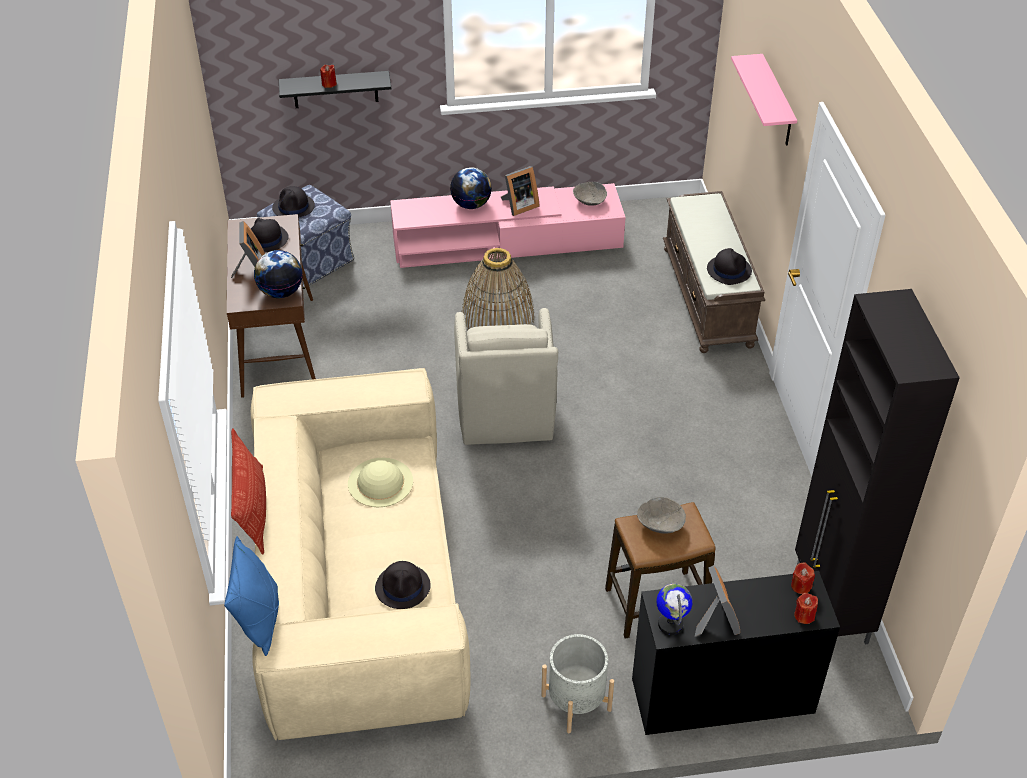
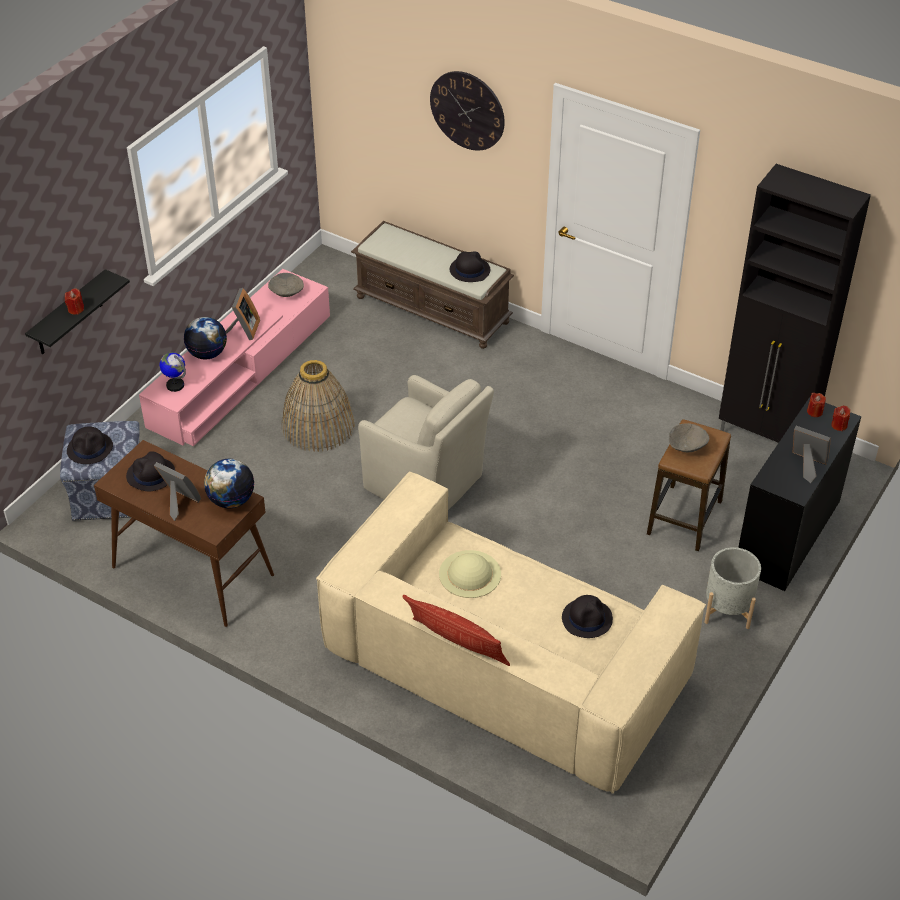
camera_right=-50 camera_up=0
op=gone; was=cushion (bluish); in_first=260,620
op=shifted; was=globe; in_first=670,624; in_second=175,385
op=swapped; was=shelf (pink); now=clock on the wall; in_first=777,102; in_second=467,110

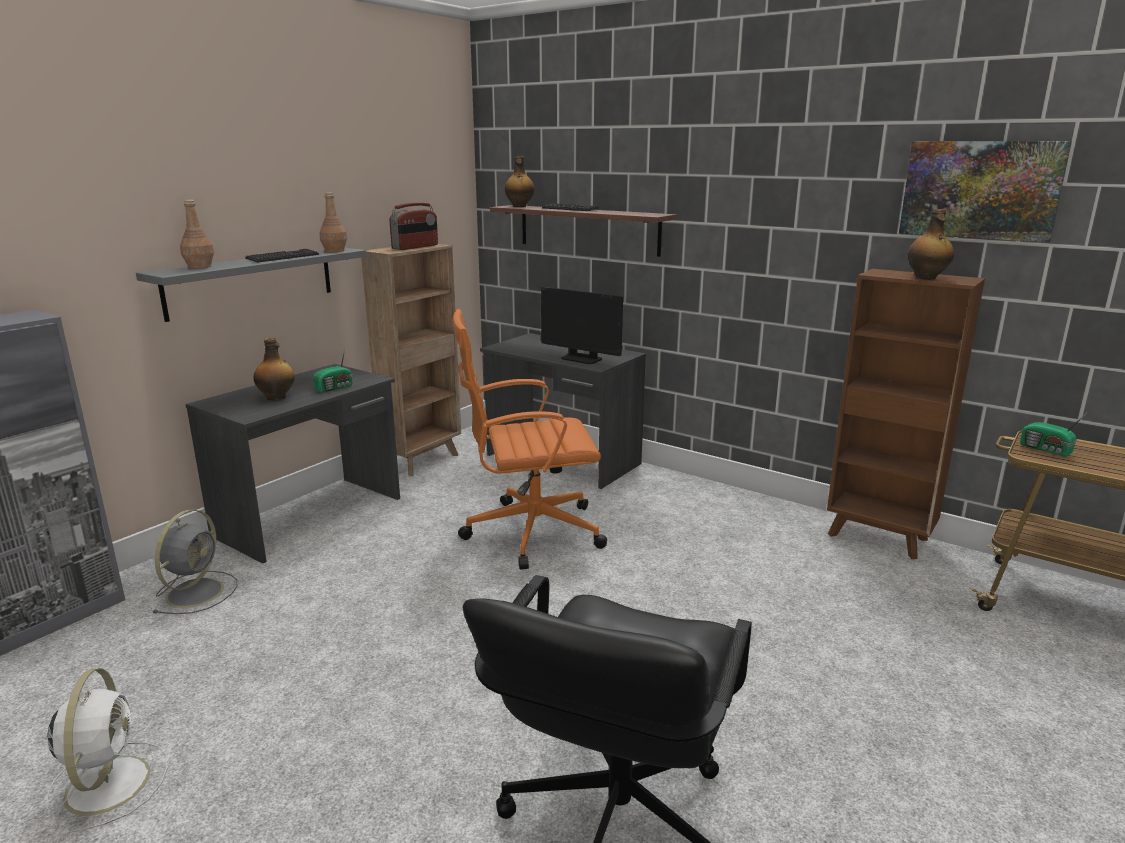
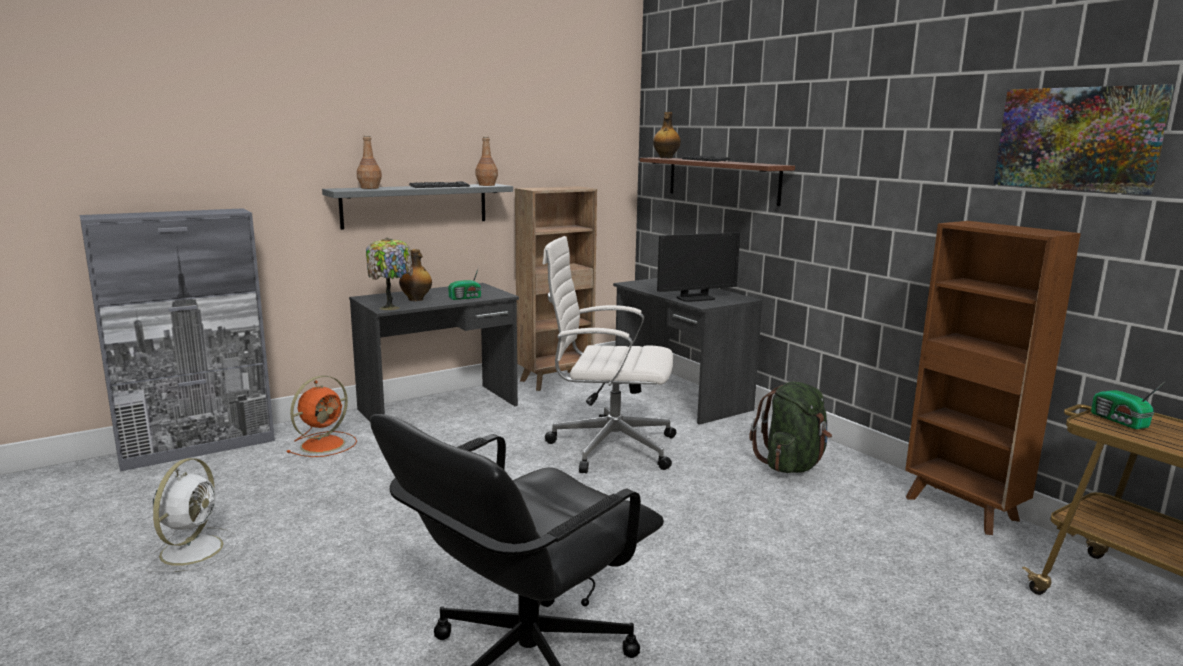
camera_right=20 camera_up=-5
op=repainted; was=cooling fan (grey); now=cooling fan (orange-coloured); in_first=197,591; in_second=324,444
op=gone; was=radio; in_first=415,247
op=repainted; was=office chair (orange-coloured); now=office chair (whitish); in_first=529,532; in_second=608,447
op=rotated; was=computer screen; in_first=581,359; in_second=695,298; clockwise=-75
op=gone; was=bottle; in_first=926,278
op=new; now=lamp for a table; in_second=391,307
op=new; now=backpack (green-coloured); in_second=792,465

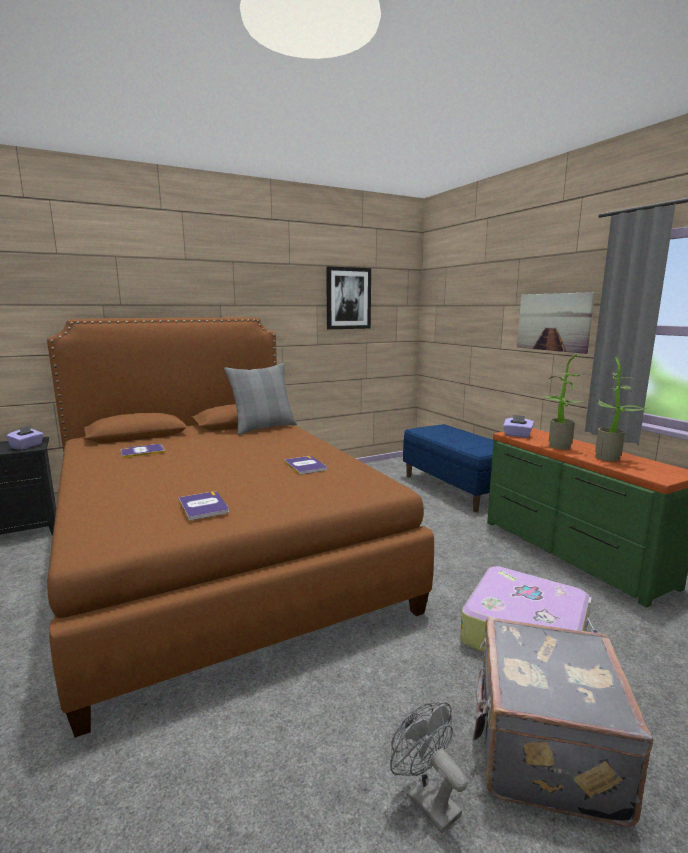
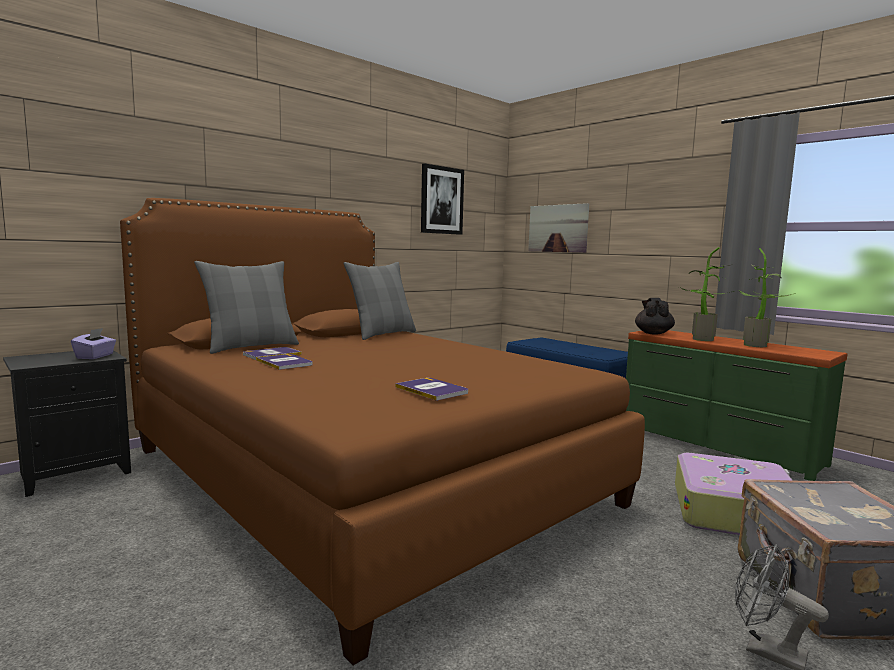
camera_right=-15 camera_up=-5
op=shifted; was=book; in_first=305,466; in_second=285,363
op=swapped; was=tissue holder (purple-coloured); now=tea pot (black-coloured); in_first=517,435; in_second=653,333
op=shifted; was=picture; in_first=553,322; in_second=558,228
op=new; now=cushion (grey); in_second=251,347

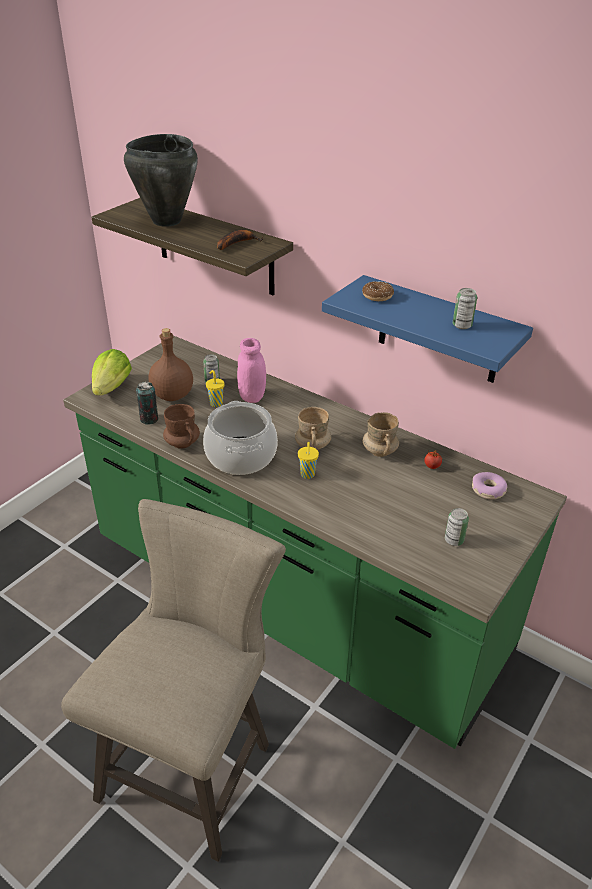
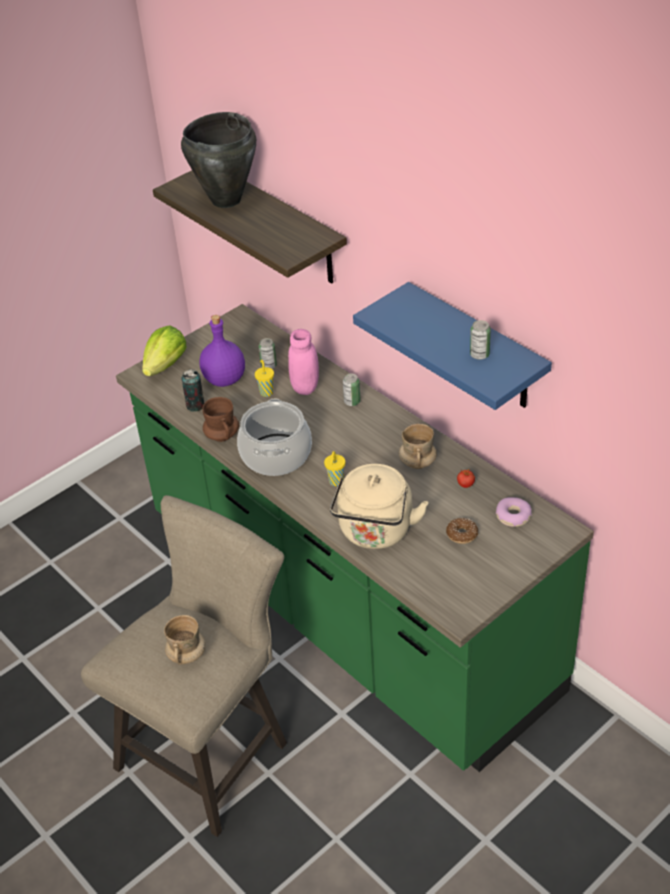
camera_right=15 camera_up=5
op=repainted; was=bottle (brown-coloured); now=bottle (purple-coloured); in_first=172,396; in_second=224,380
op=gone; was=banana fruit; in_first=237,243
op=shifted; was=tea mug (sand-coloured); in_first=312,446; in_second=187,655
op=shifted; was=ring doughnut; in_first=377,296; in_second=462,534
op=shifted; was=can; in_first=454,540; in_second=352,402
op=new; now=kettle (sand-coloured); in_second=375,533

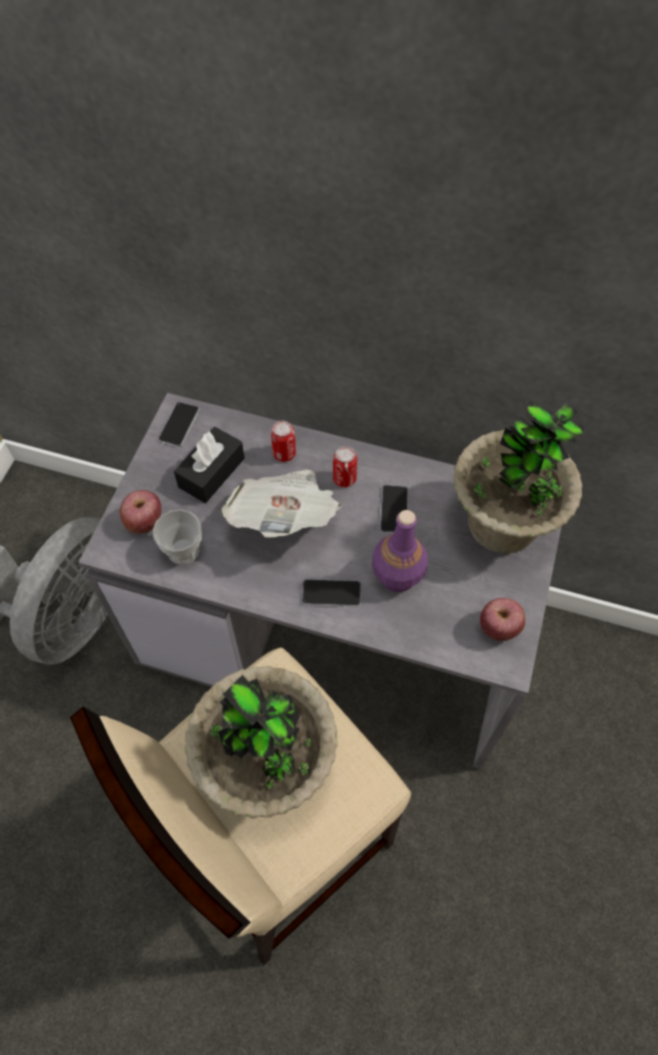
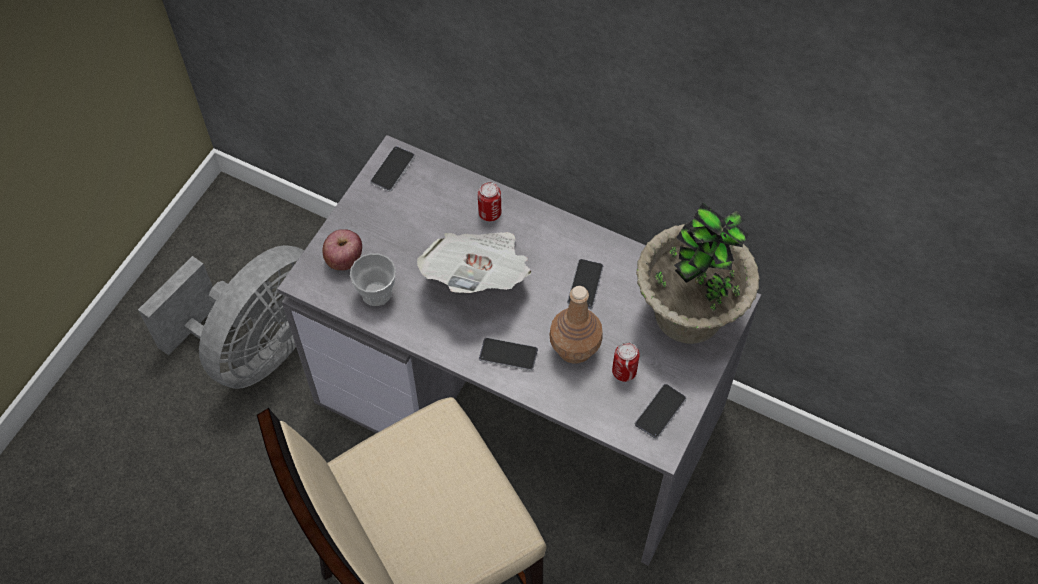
camera_right=10 camera_up=0
op=gone; was=tissue holder (black-coloured); in_first=211,472
op=gone; was=potted plant; in_first=267,764
op=shifted; was=can; in_first=344,479; in_second=624,371
op=repainted; was=bottle (purple-coloured); now=bottle (brown-coloured); in_first=397,575; in_second=574,348
op=swapped; was=apple; now=telephone; in_first=498,628; in_second=660,411

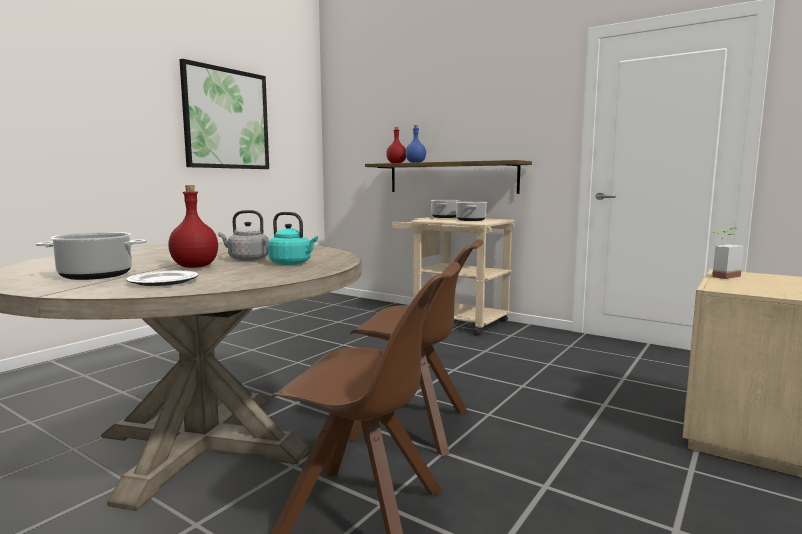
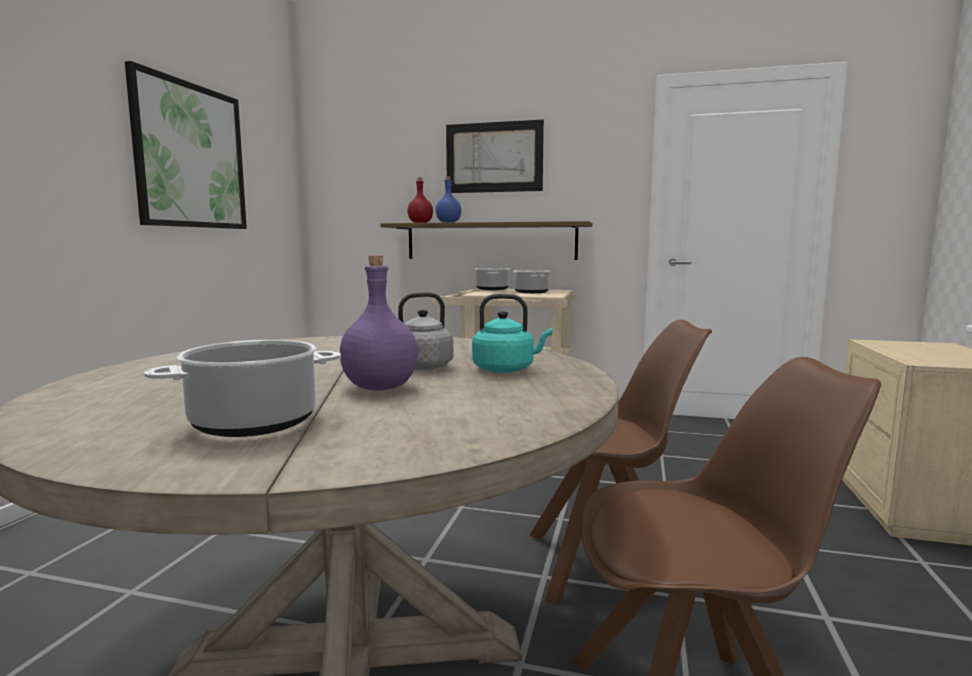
camera_right=-20 camera_up=0
op=gone; was=flat dish; in_first=163,281
op=repainted; was=bottle (red-coloured); now=bottle (purple-coloured); in_first=195,266; in_second=379,387
op=gone; was=potted plant; in_first=720,276
op=new; now=picture; in_second=494,157

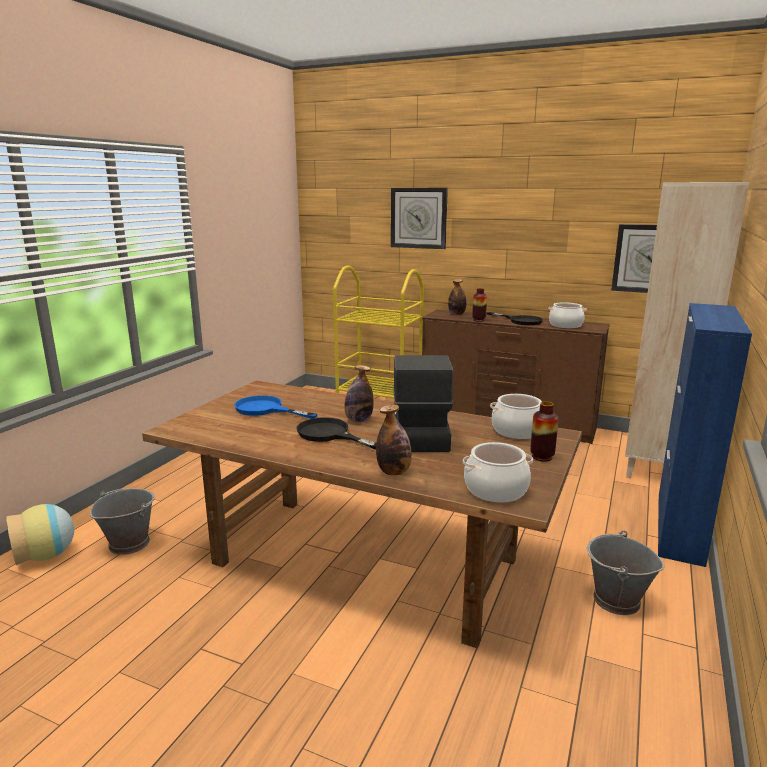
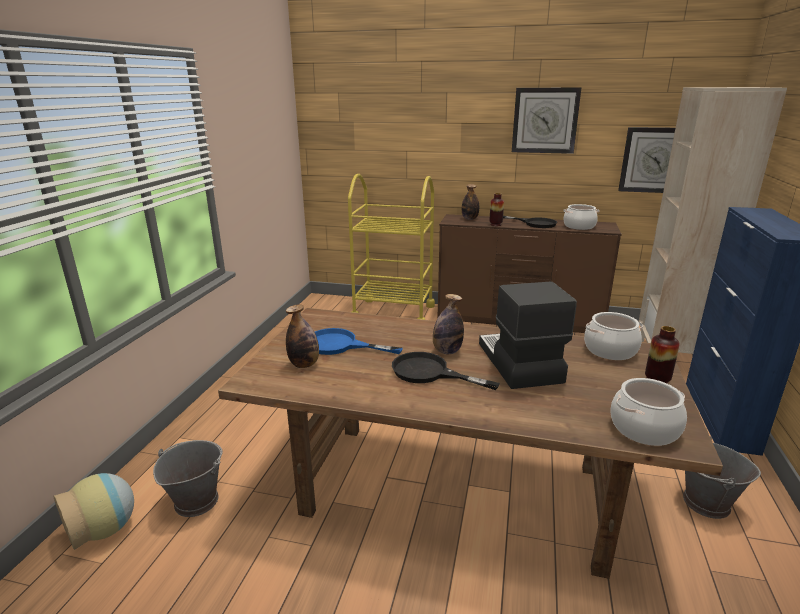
camera_right=-10 camera_up=5
op=shifted; was=bottle; in_first=394,472; in_second=304,364
op=shifted; was=clock on the wall; in_first=418,218; in_second=545,120

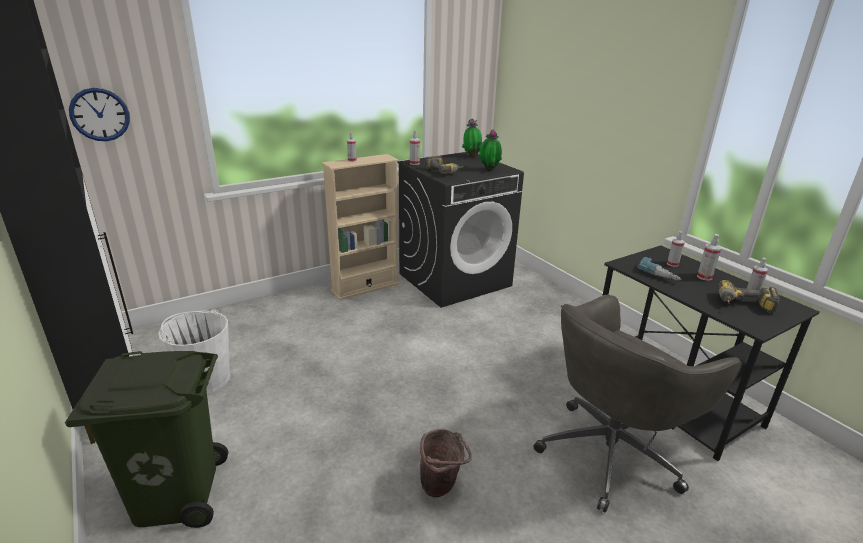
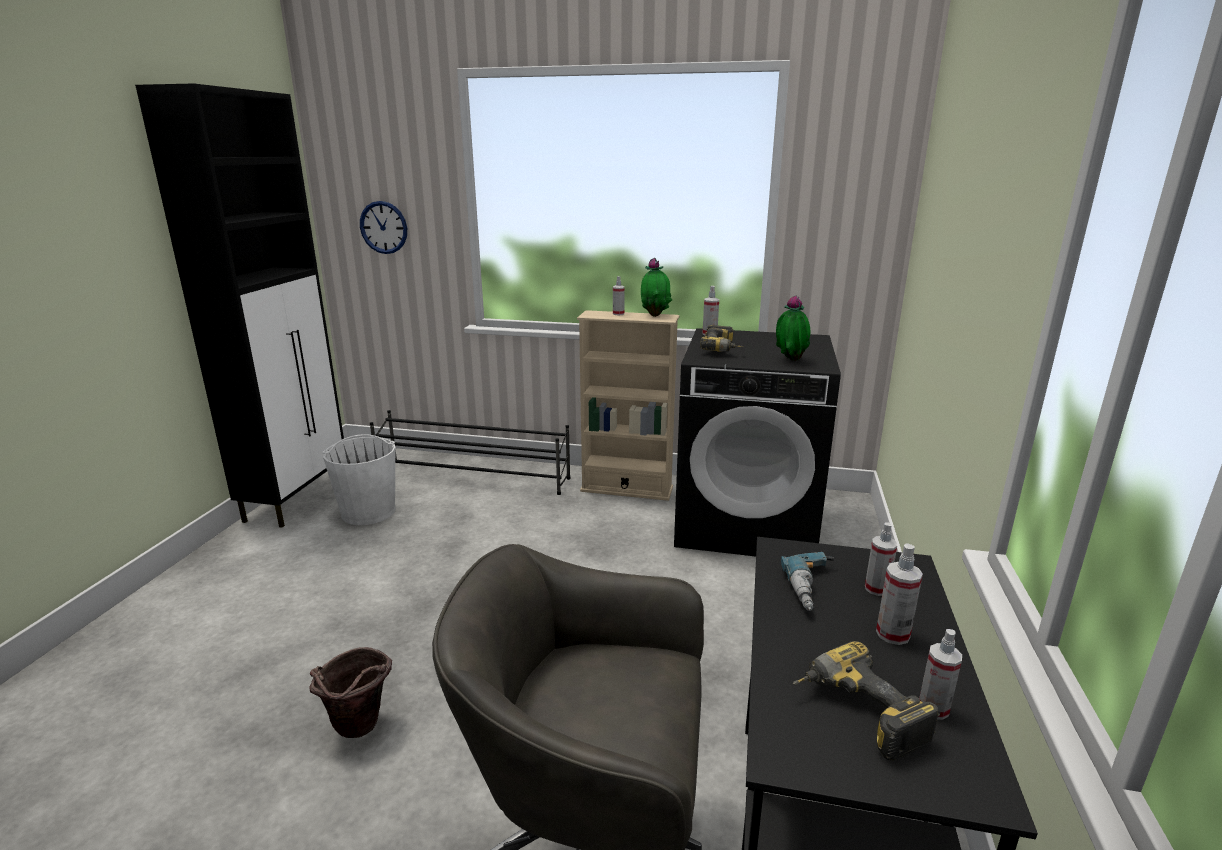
camera_right=45 camera_up=-5
op=gone; was=waste bin (green-coloured); in_first=177,494
op=shifted; was=potted plant; in_first=472,156; in_second=655,315
op=new; now=shoe rack (black-coloured); in_second=473,477

